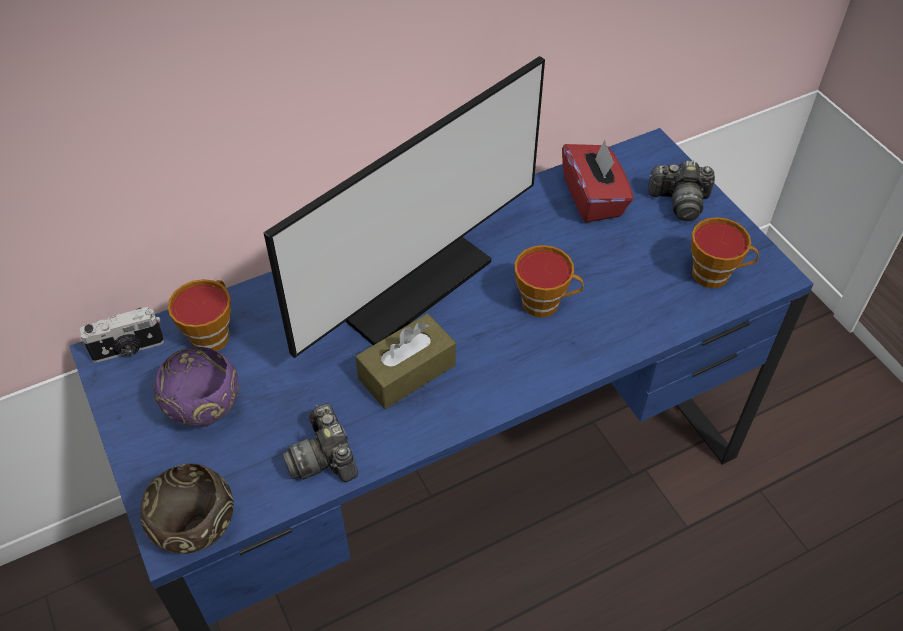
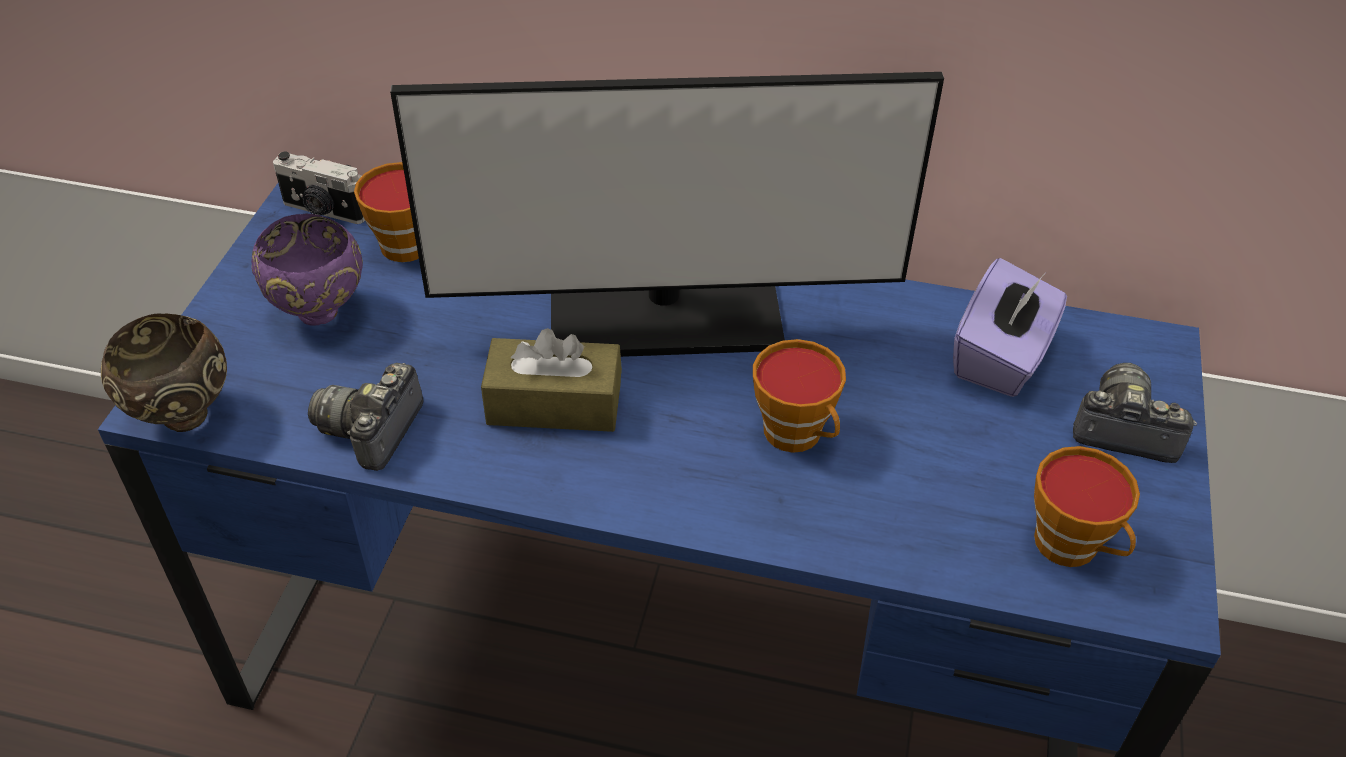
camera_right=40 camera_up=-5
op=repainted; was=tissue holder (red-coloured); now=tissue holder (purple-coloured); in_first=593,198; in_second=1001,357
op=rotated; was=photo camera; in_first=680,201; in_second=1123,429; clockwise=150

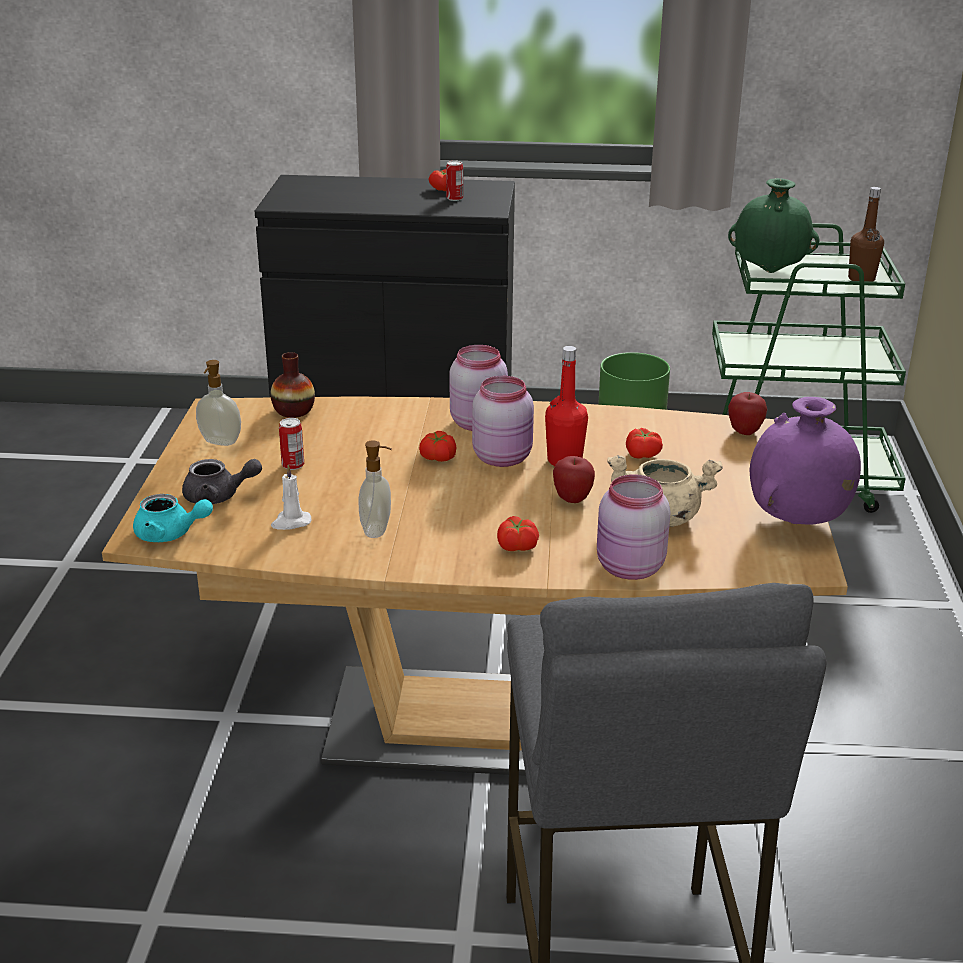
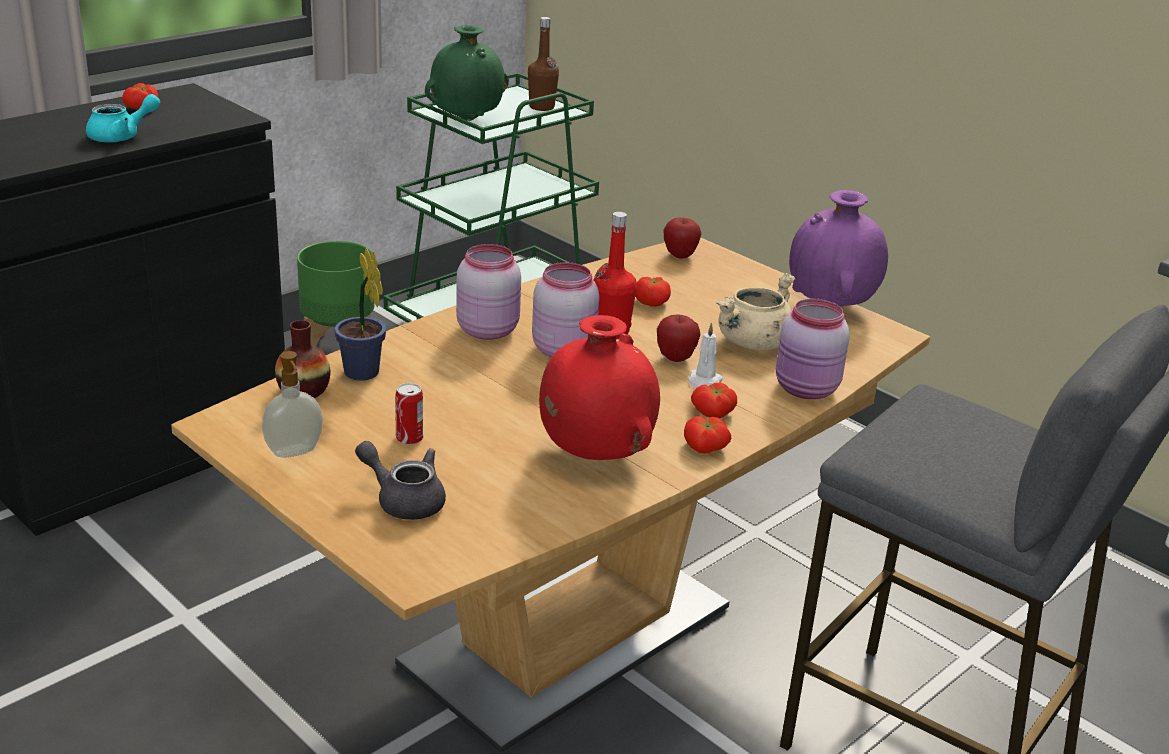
camera_right=-50 camera_up=0
op=shifted; was=tea pot (blue-green); in_first=170,534; in_second=121,136
op=rotated; was=tea pot (grey); in_first=219,497; in_second=404,500; clockwise=-105
op=shifted; was=candle (whitish); in_first=290,522; in_second=704,382
op=swapped; was=soap bottle; now=flower vase (red-coloured); in_first=377,530; in_second=594,455
op=shifted; was=tomato; in_first=437,458; in_second=704,448
op=gone; was=can; in_first=454,198
op=new; now=potted plant; in_second=363,375

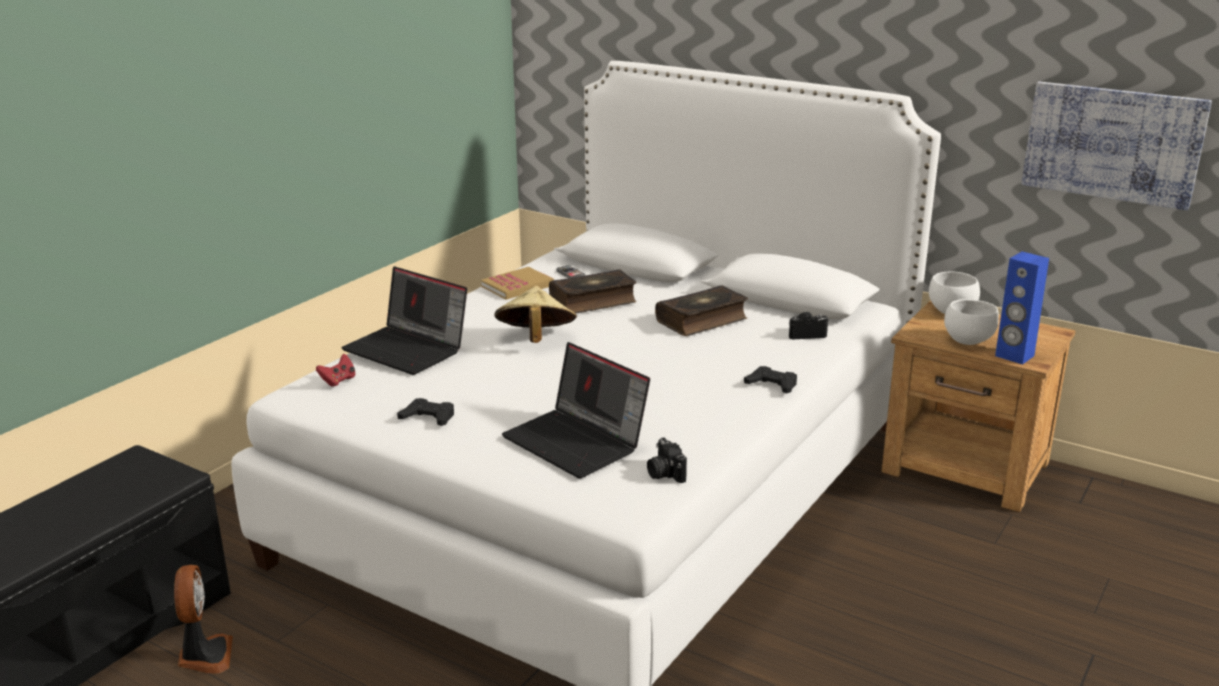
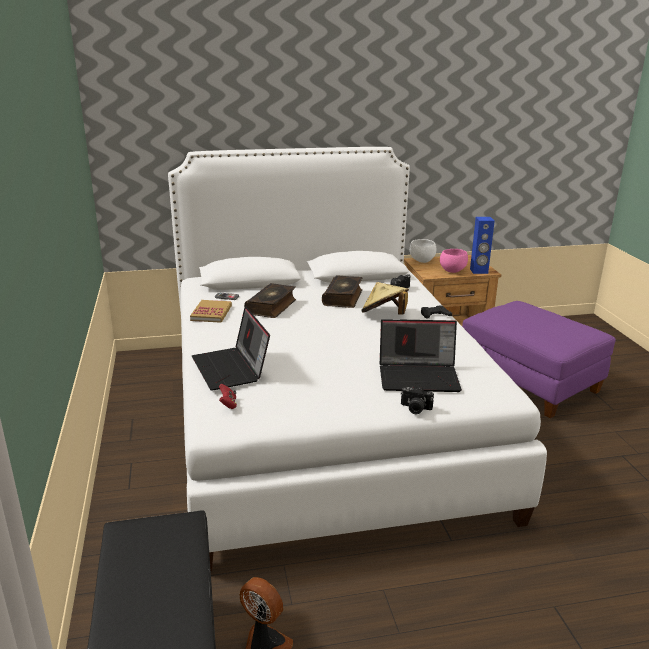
camera_right=-45 camera_up=0
op=rotated; was=portable computer; in_first=408,349; in_second=231,369; clockwise=75
op=gone; was=game controller (black-coloured); in_first=428,417
op=shifted; was=clothing hat (sand-coloured); in_first=535,339; in_second=384,315
op=shifted; was=photo camera; in_first=664,473; in_second=415,409
op=repainted; was=bowl (whitish); now=bowl (pink); in_first=967,340; in_second=452,270
op=gone; was=picture; in_first=1112,143
op=new; now=ottoman (purple-coloured); in_second=528,383

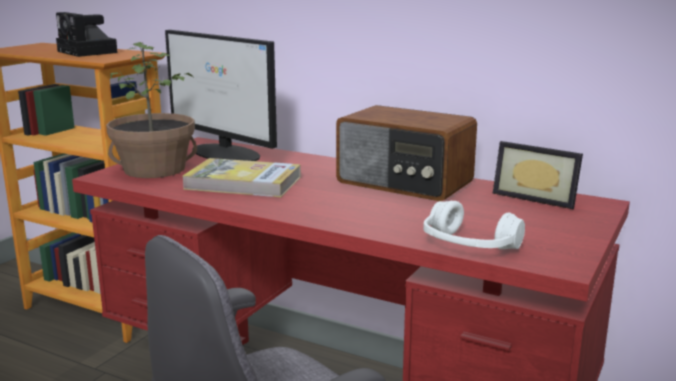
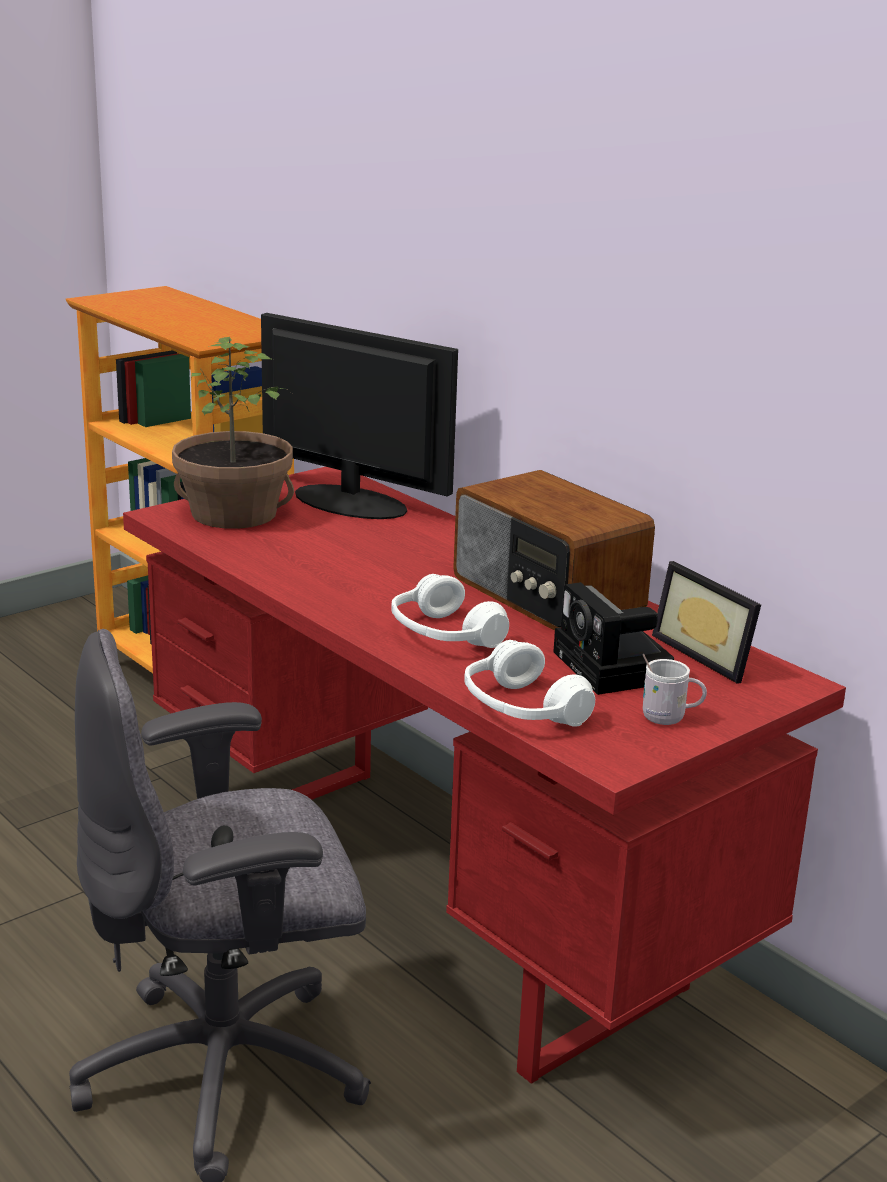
camera_right=20 camera_up=5
op=shifted; was=photo camera; in_first=89,52; in_second=615,669
op=rotated; was=computer screen; in_first=226,153; in_second=349,501; clockwise=150
op=gone; was=book; in_first=243,183
op=new; now=headphones (whitish); in_second=444,635
op=new; now=tea mug (whitish); in_second=670,718

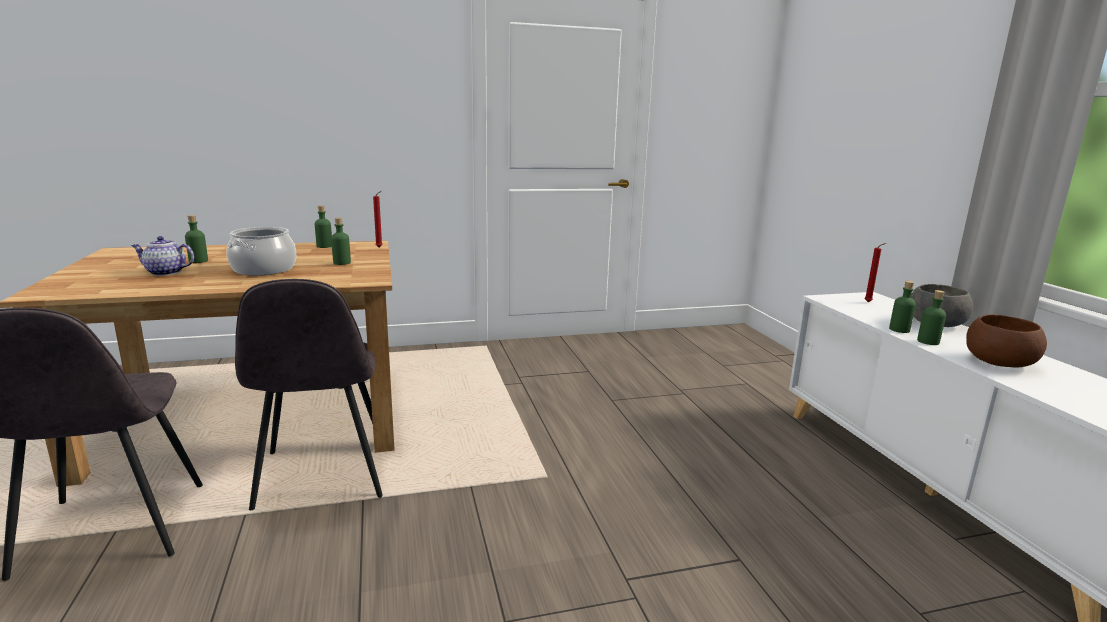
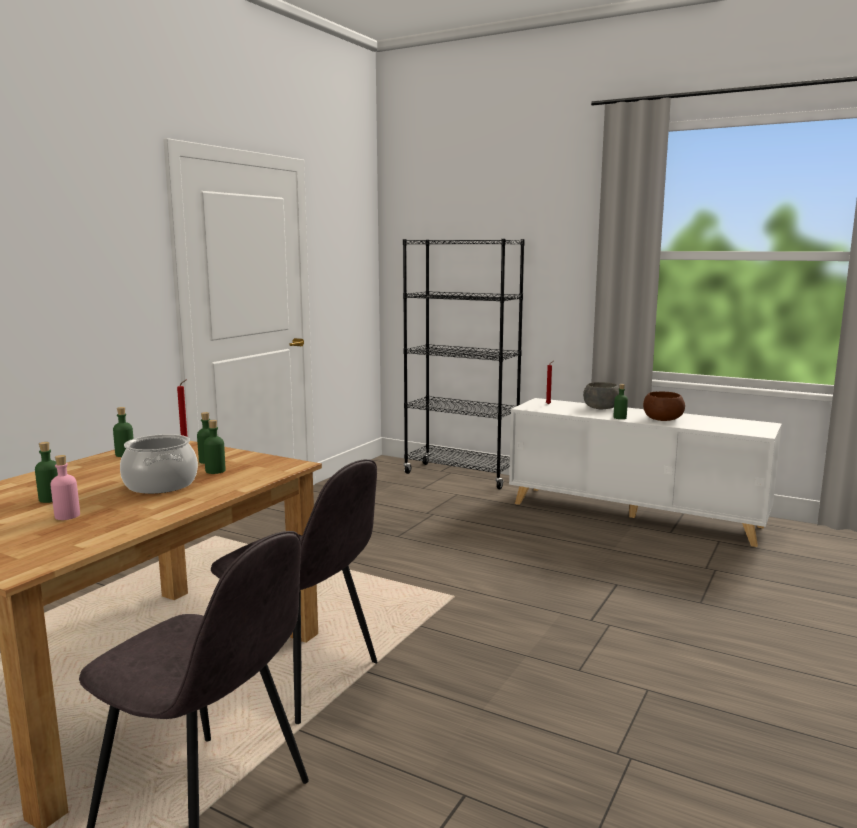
camera_right=-45 camera_up=-5
op=swapped; was=tea pot; now=bottle (pink); in_first=165,272; in_second=67,516
op=shifted; was=bottle (green-coloured); in_first=899,329; in_second=215,471
op=new; now=shelving unit (black-coloured); in_second=461,476

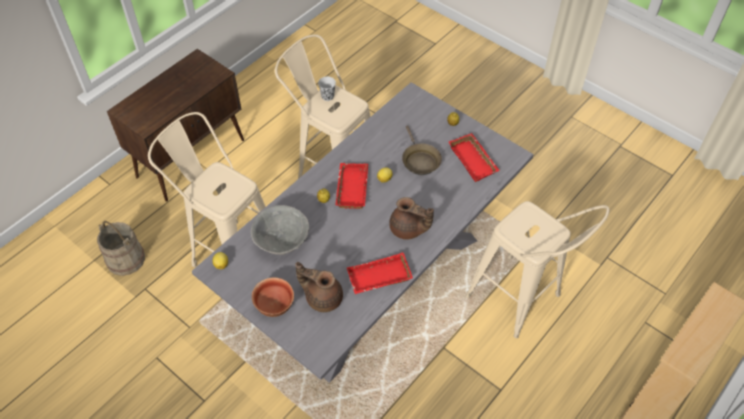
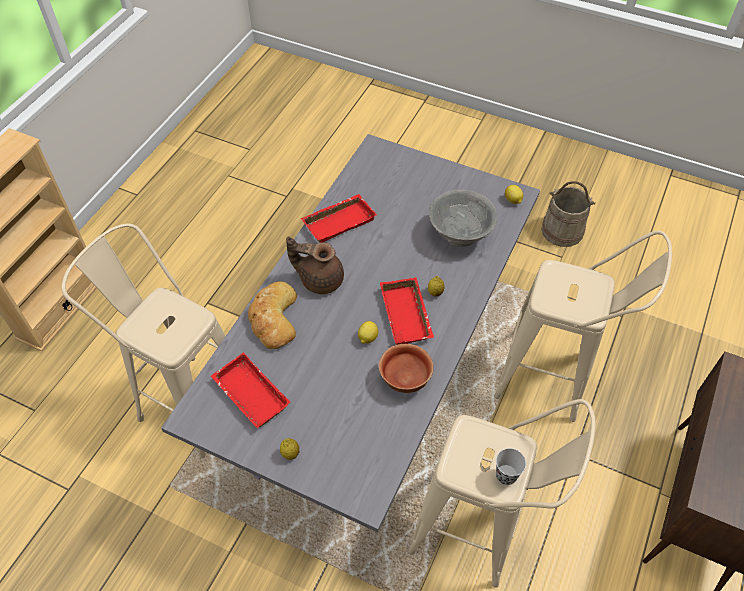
camera_right=165 camera_up=0
op=shifted; was=water bucket (sand-coloured); in_first=126,259; in_second=562,231
op=shifted; was=bowl; in_first=275,305; in_second=404,379
op=gone; was=tea pot (brown-coloured); in_first=322,297
op=gone; was=skillet (brown-coloured); in_first=419,160
op=new; now=bread; in_second=273,318

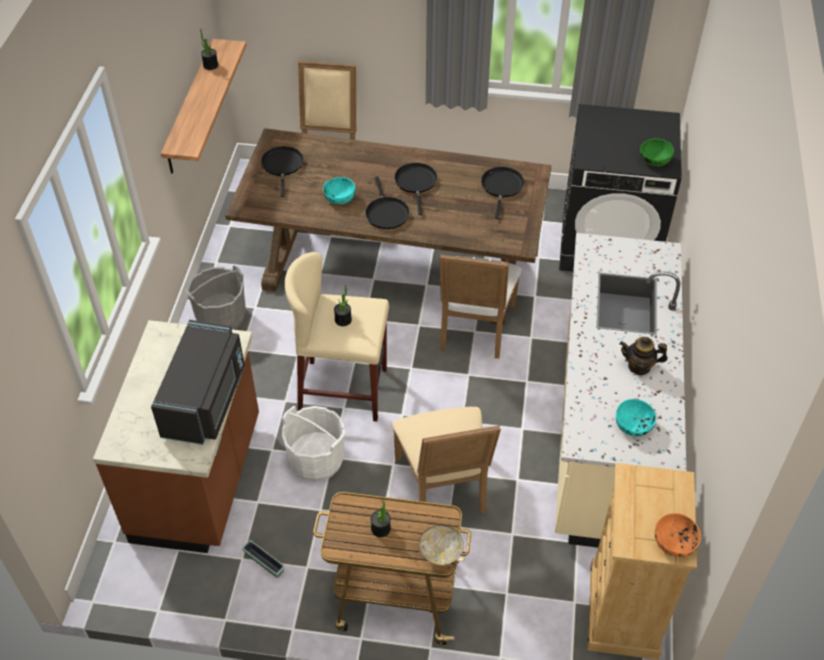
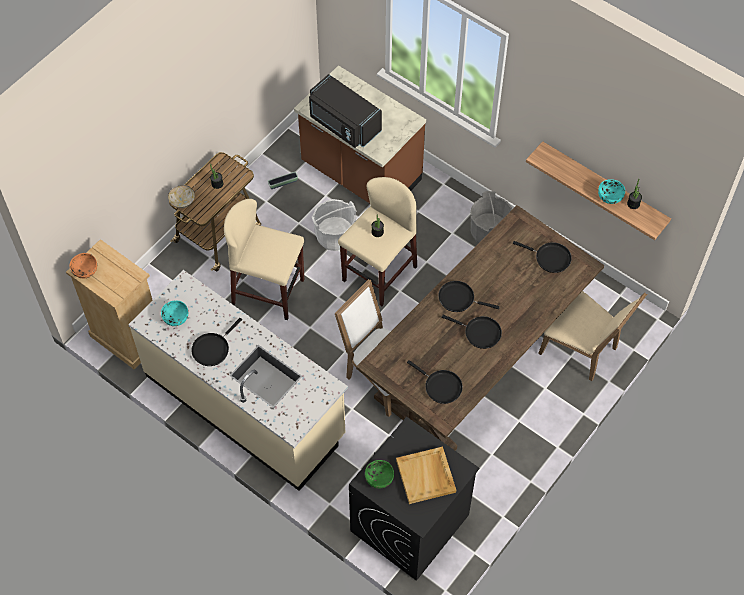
camera_right=120 camera_up=10
op=shifted; was=bowl (blue-green); in_first=339,198; in_second=610,196
op=swapped; was=upright chair (sand-coloured); now=sitting stool (sand-coloured); in_first=444,488; in_second=268,292
op=swapped; was=tea pot; now=skillet (black-coloured); in_first=639,366; in_second=212,348
op=new; now=carrying tray (sand-coloured); in_second=426,476

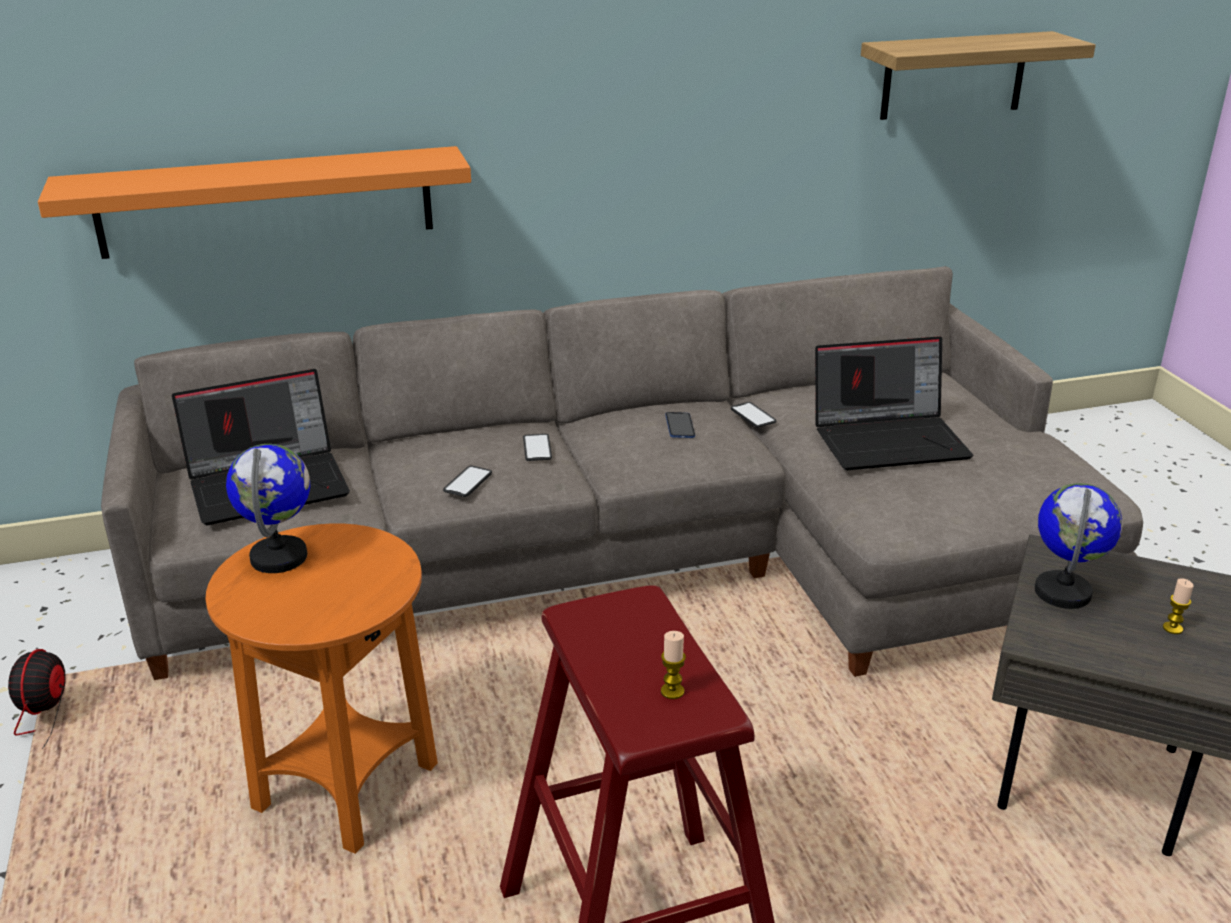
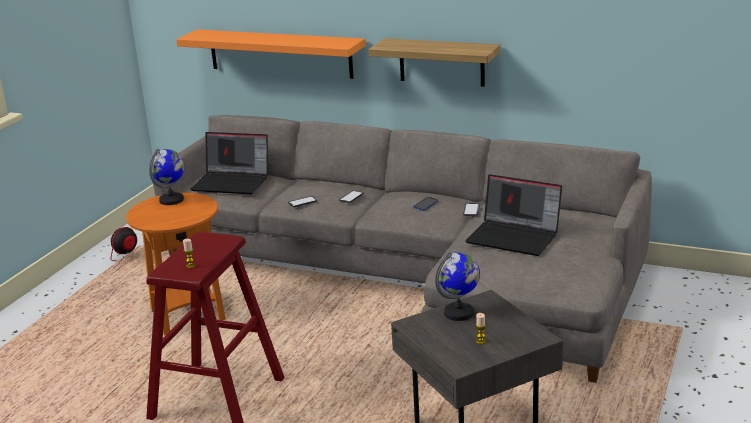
camera_right=40 camera_up=-5
op=shifted; was=shelf; in_first=954,75; in_second=441,62

